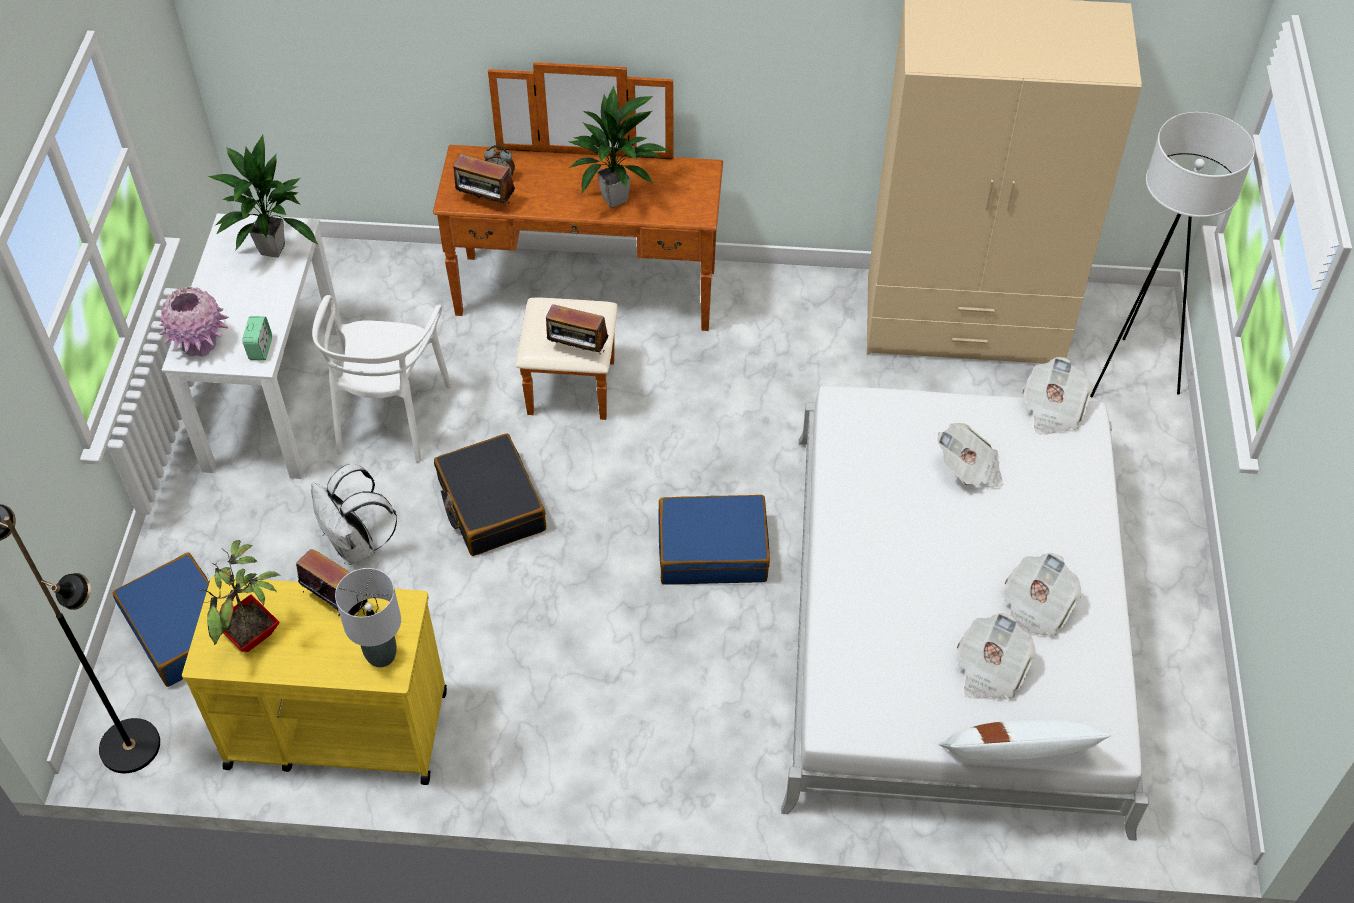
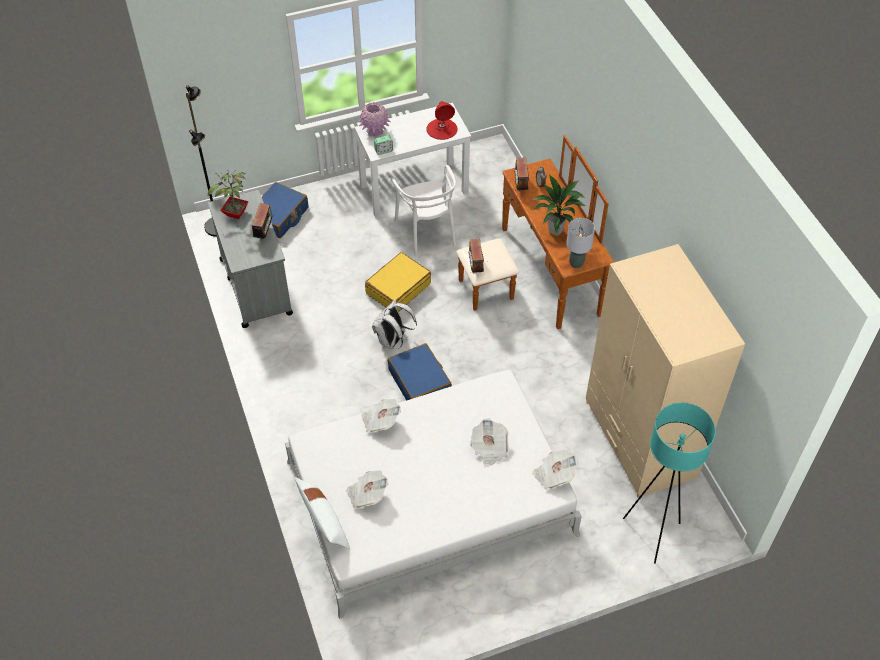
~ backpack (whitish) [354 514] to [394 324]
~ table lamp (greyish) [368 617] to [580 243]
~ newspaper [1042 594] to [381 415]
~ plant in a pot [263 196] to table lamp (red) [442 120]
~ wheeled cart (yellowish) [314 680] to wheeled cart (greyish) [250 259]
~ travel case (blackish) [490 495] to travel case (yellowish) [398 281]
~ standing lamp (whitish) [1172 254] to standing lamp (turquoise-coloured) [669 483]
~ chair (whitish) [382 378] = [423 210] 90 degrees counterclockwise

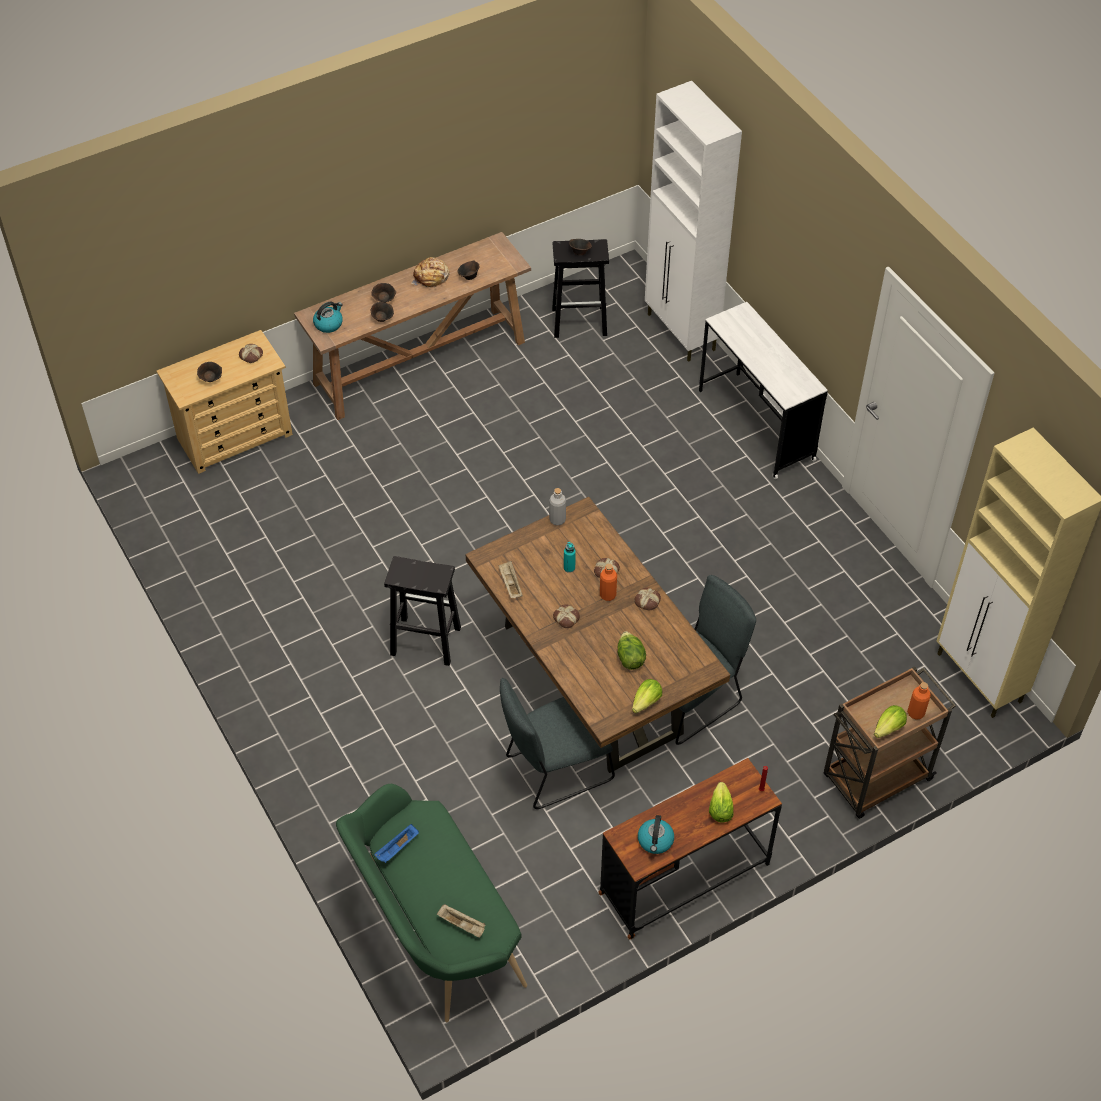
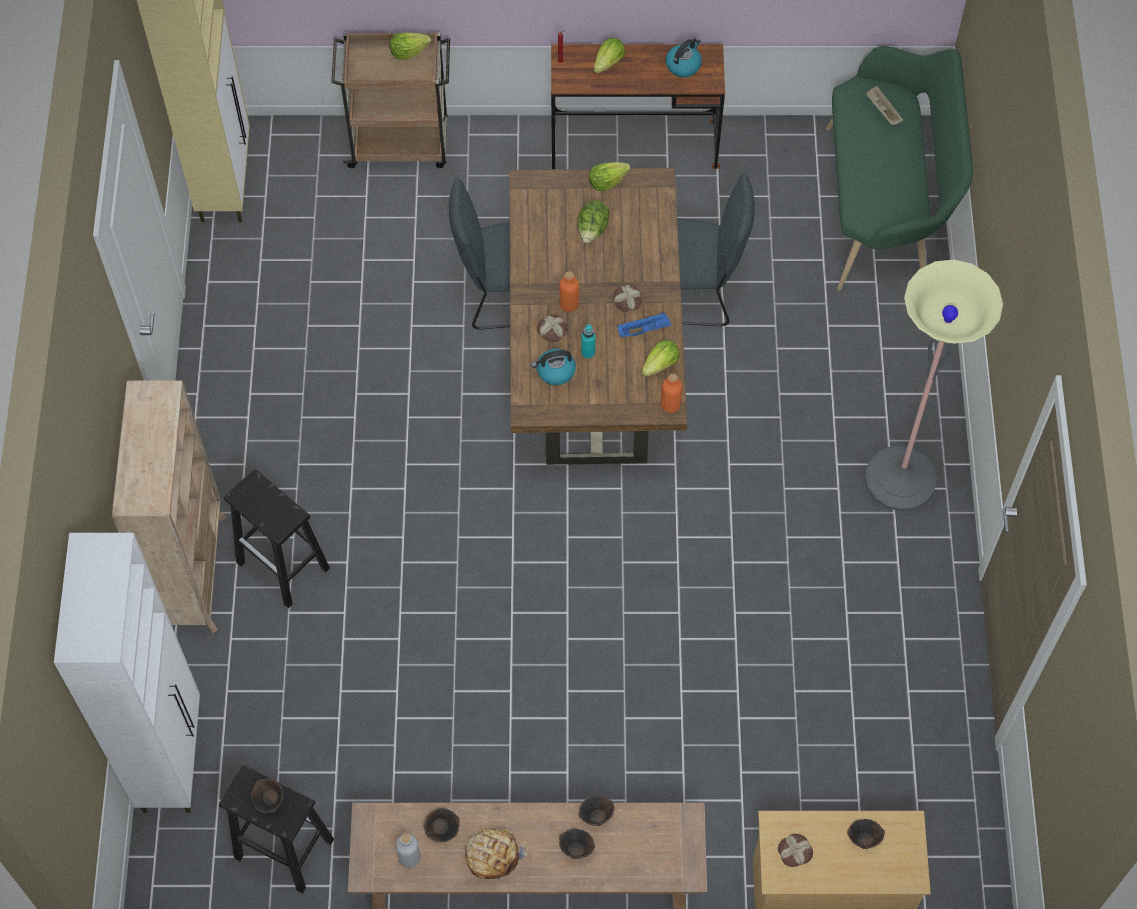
- baked bread [647 599]
+ standing lamp [934 385]
~ water kettle [328 317] to [553 367]
~ serving tray (blue-coloured) [396 843] to [644 324]
~ sitting stool (blackish) [422 611] to [277 538]
~ beverage bottle (greyish) [557 507] to [408 851]
~ beverage bottle (orange) [919 701] to [672 393]
~ serving tray (beige-coloured) [511 579] to head of lettuce [661 358]
~ desk (whitish) [763 390] to bookcase (beige-coloured) [169 506]

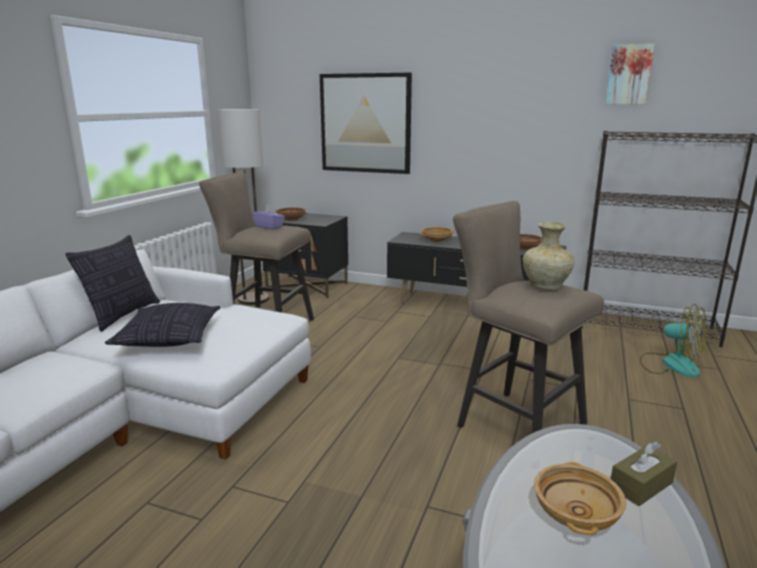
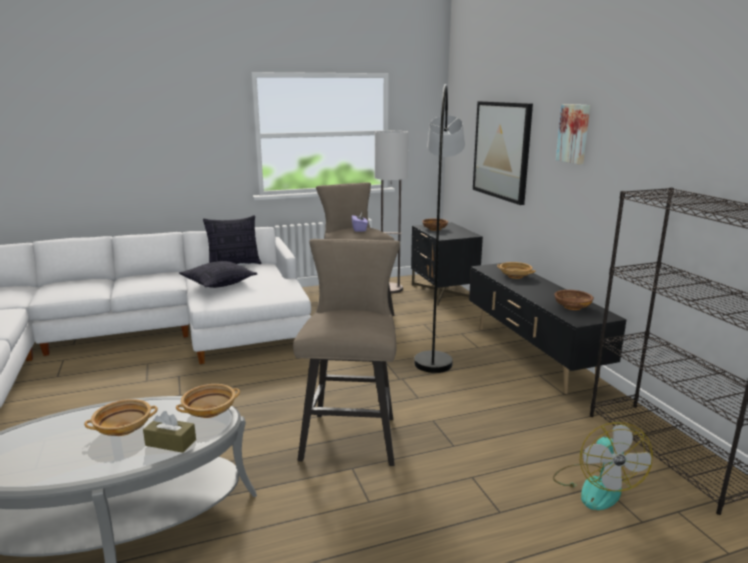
- vase (beige-coloured) [549 256]
+ serving bowl (beige-coloured) [208 401]
+ standing lamp (greyish) [439 228]
~ wall art [630 74] to [573 134]

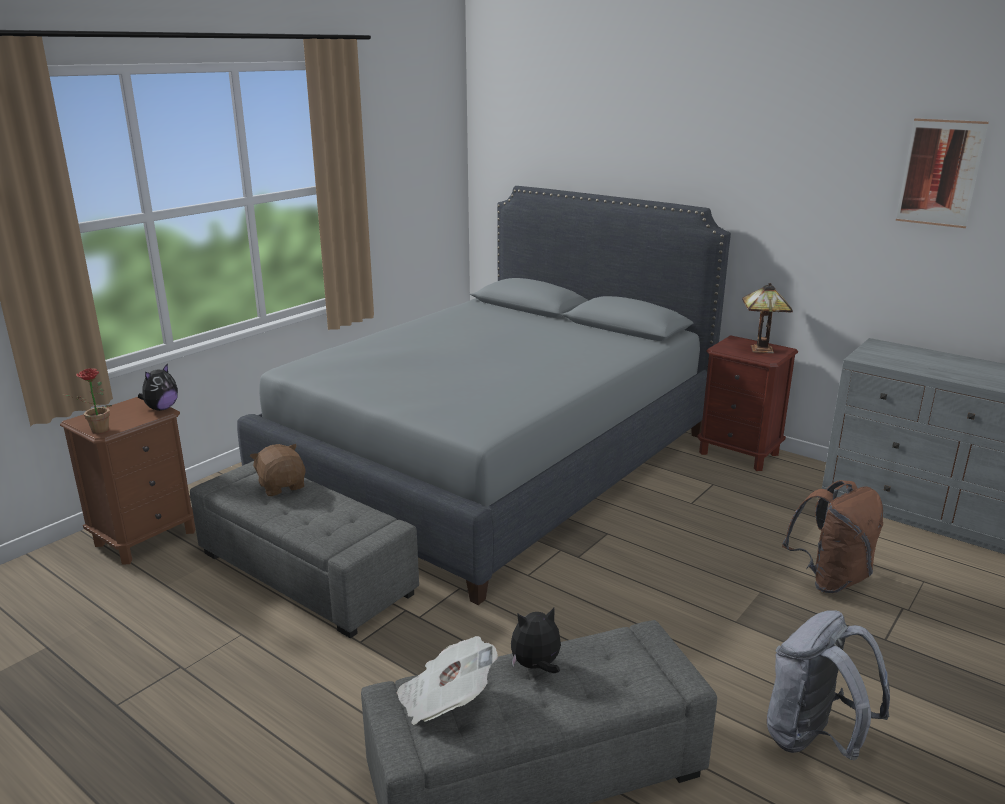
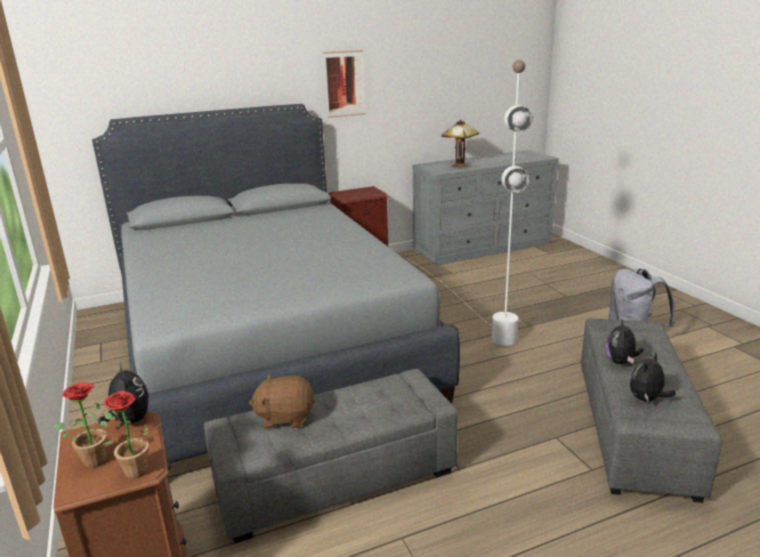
- backpack (brown-coloured) [832 536]
+ plant in a pot [83 425]
+ standing lamp (whitish) [470 203]
~ table lamp [767 318] to [460 143]
~ wall art [942 173] to [344 84]
~ newspaper [447 680] to plush toy [653 376]

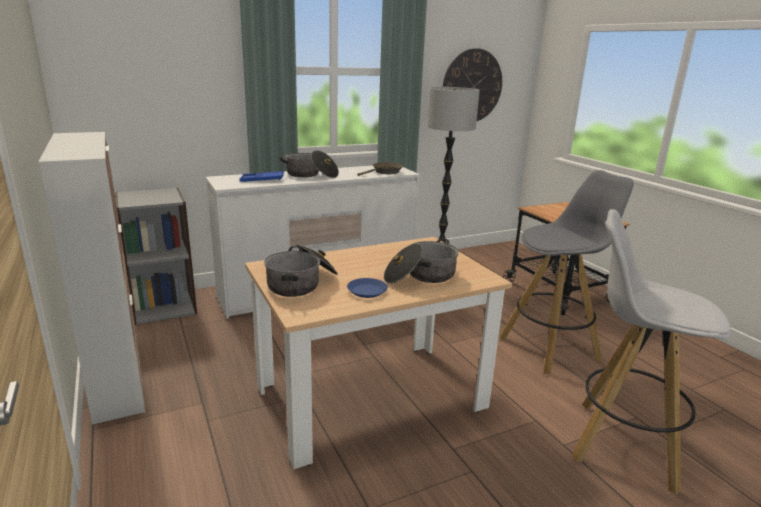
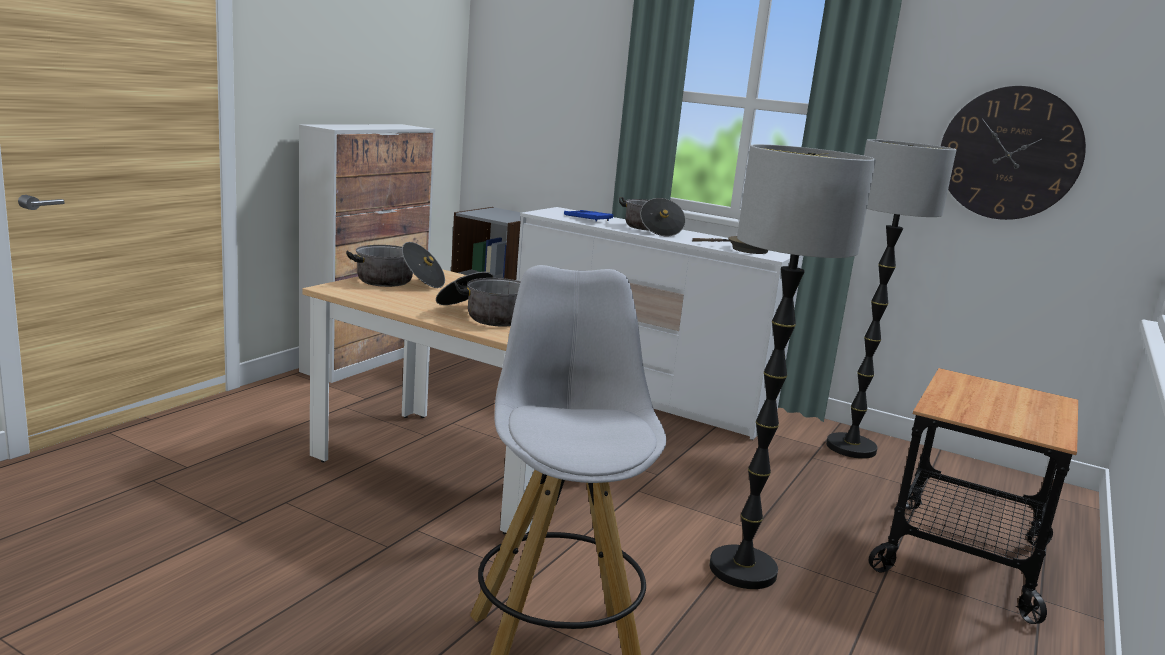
- flat dish (blue-coloured) [367 288]
~ sitting stool (greyish) [567 272] to standing lamp [792 366]

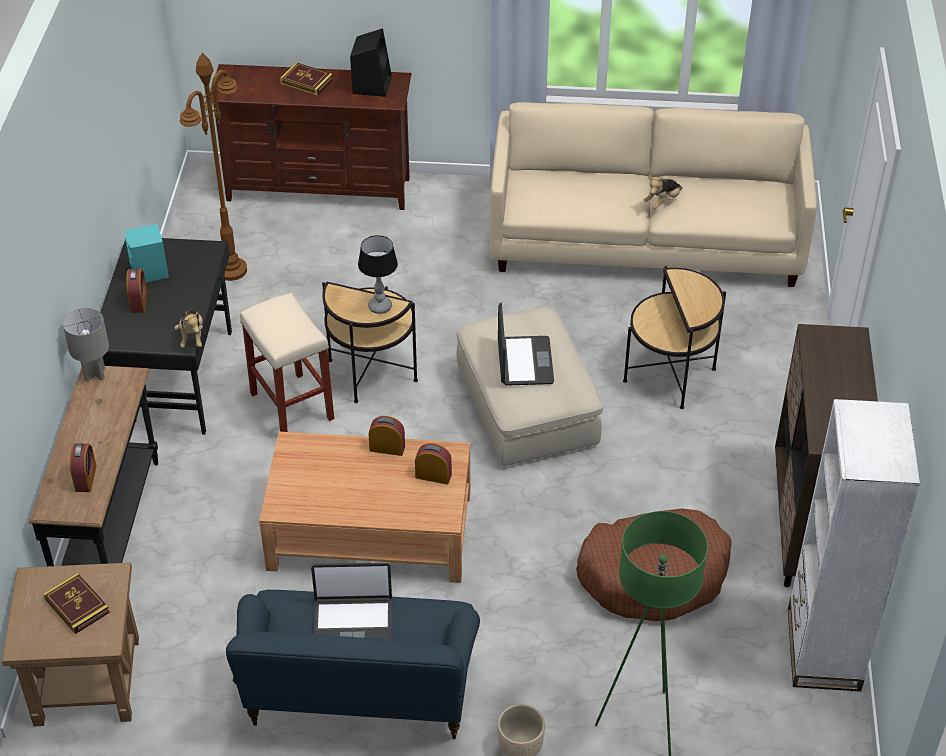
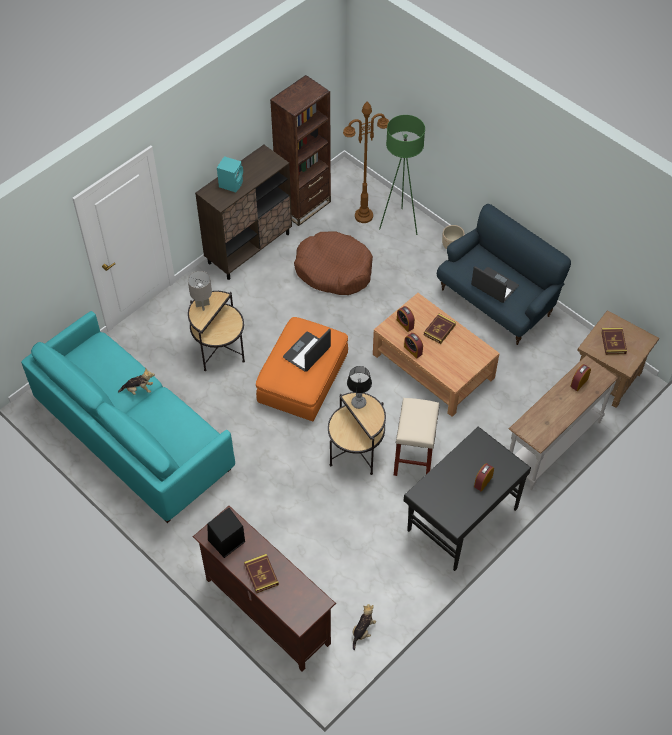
+ bound book [439 329]
~ table lamp (greyish) [86 345] to [200 291]
~ loudspeaker (turquoise-coloured) [147 253] to [230 174]
~ plush toy [188 329] to [364 627]
~ standing lamp (brown-coloured) [213 167] to [366 162]
~ console table (blackish) [93 466] to console table (whitish) [563 422]
~ pouffe (beige-coloured) [530 386] to pouffe (orange) [302 369]
~ settee (beige-coloured) [653 194] to settee (turquoise-coloured) [128 417]
~ bookcase (whitish) [854 545] to bookcase (brown-coloured) [300 150]

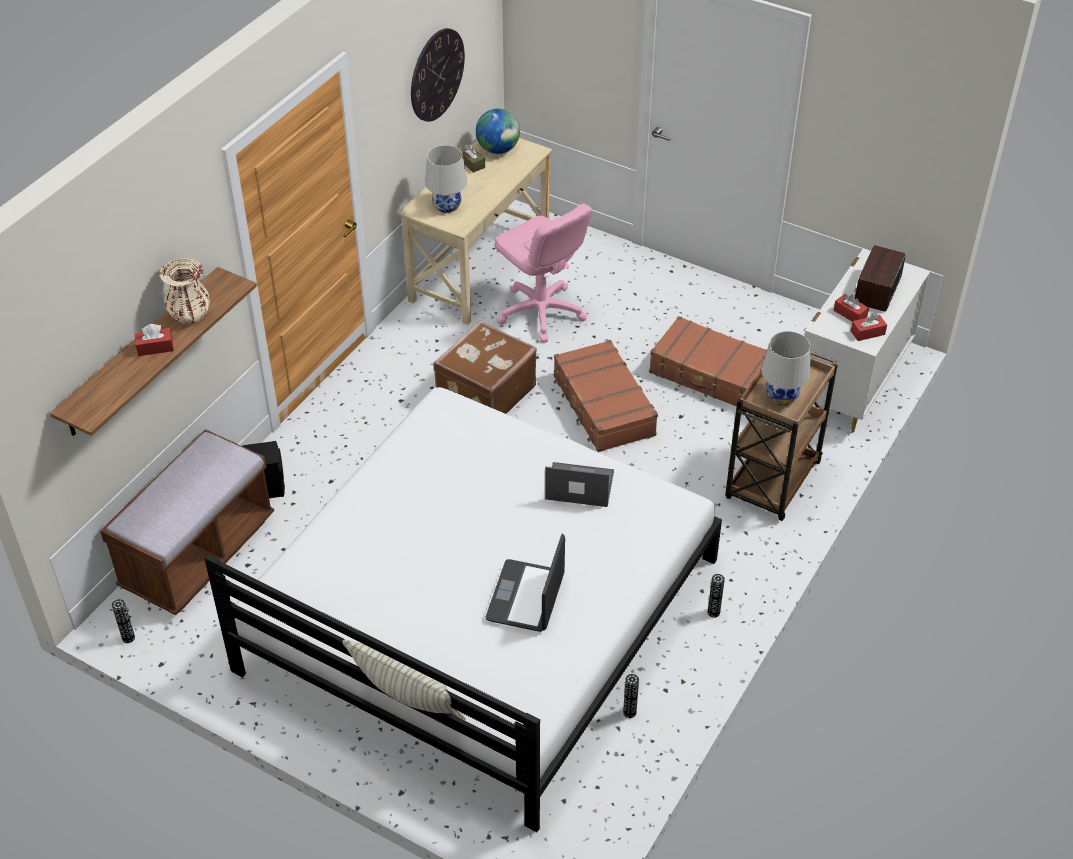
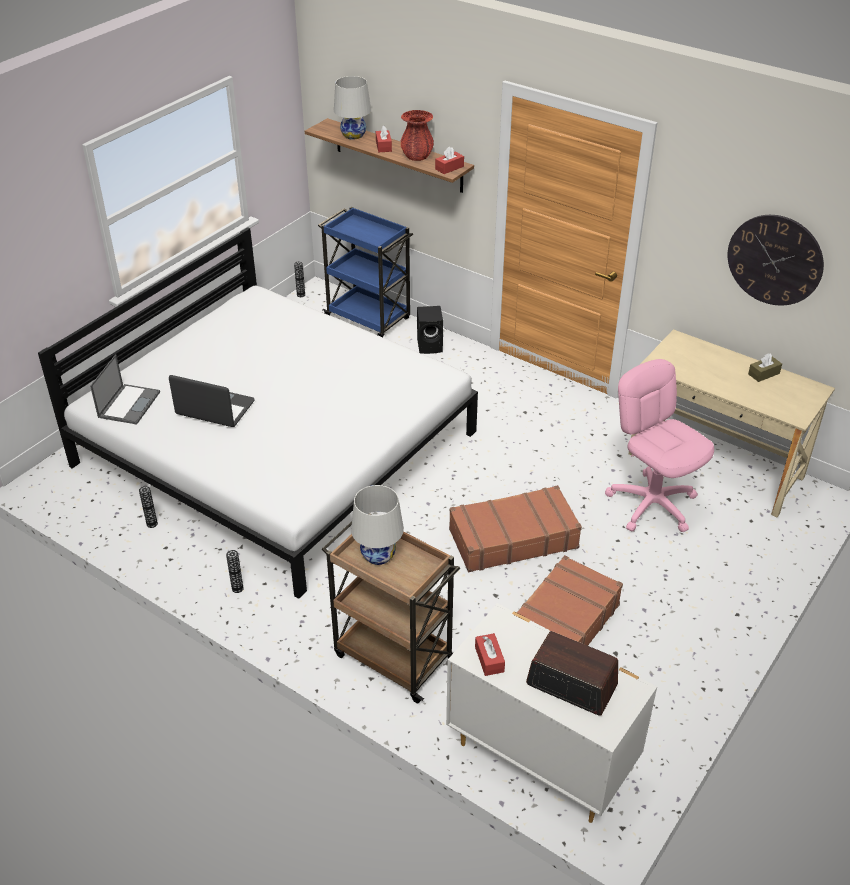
- throw pillow [404 679]
- travel case (brown-coloured) [485 367]
- world globe [498 131]
~ table lamp (whitish) [446 179] to [352 108]
~ laptop [579 484] to [125 389]
~ box of tissues (red) [851 307] to [449 160]
~ indoor bench (brown-coloured) [187 522] to wheeled cart (blue-coloured) [365 272]
~ vase (beige-coloured) [184 291] to vase (red) [417 135]
~ office chair (pinkish) [543 272] = [659 445] 90 degrees clockwise

